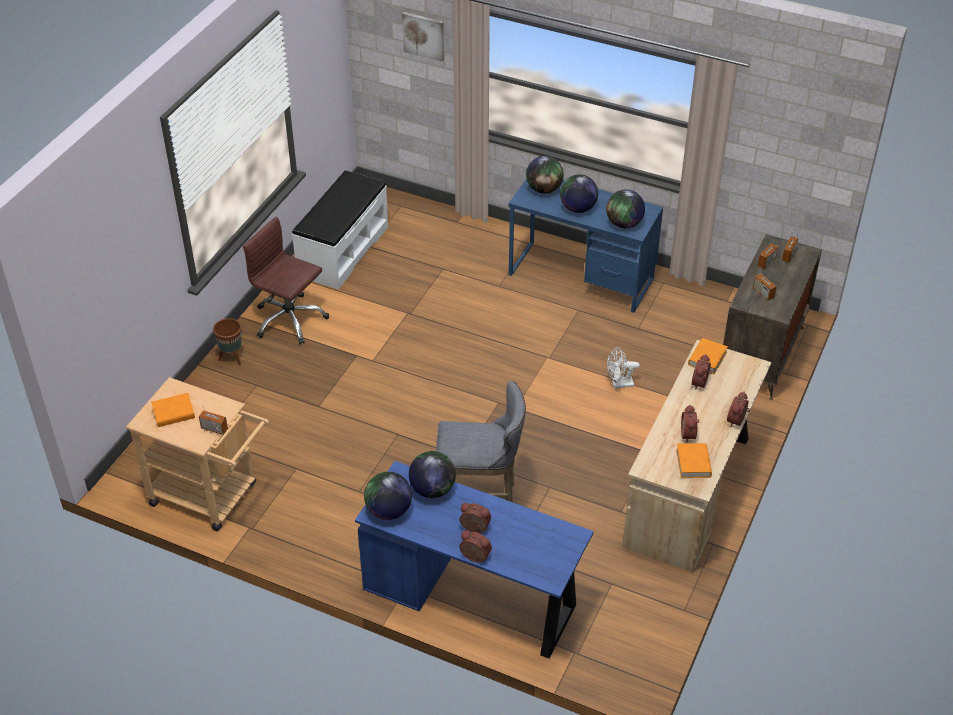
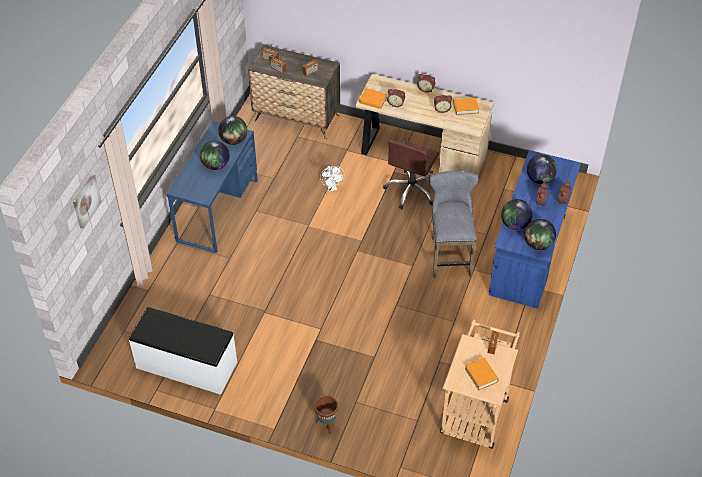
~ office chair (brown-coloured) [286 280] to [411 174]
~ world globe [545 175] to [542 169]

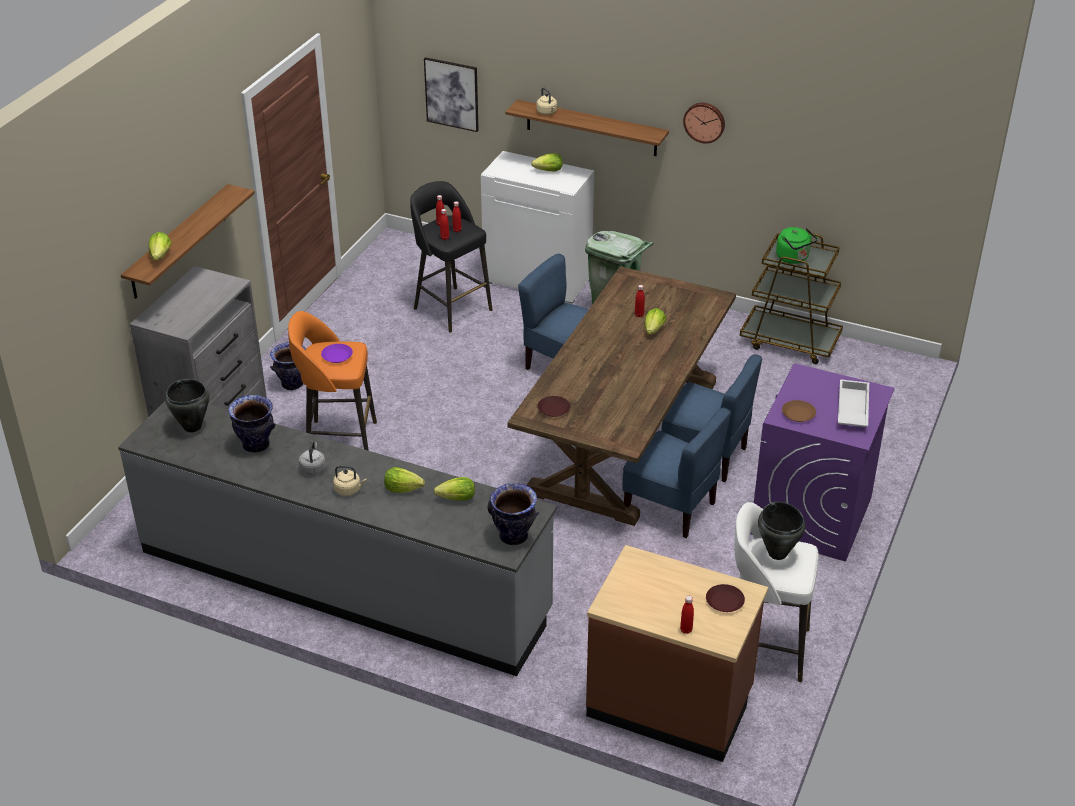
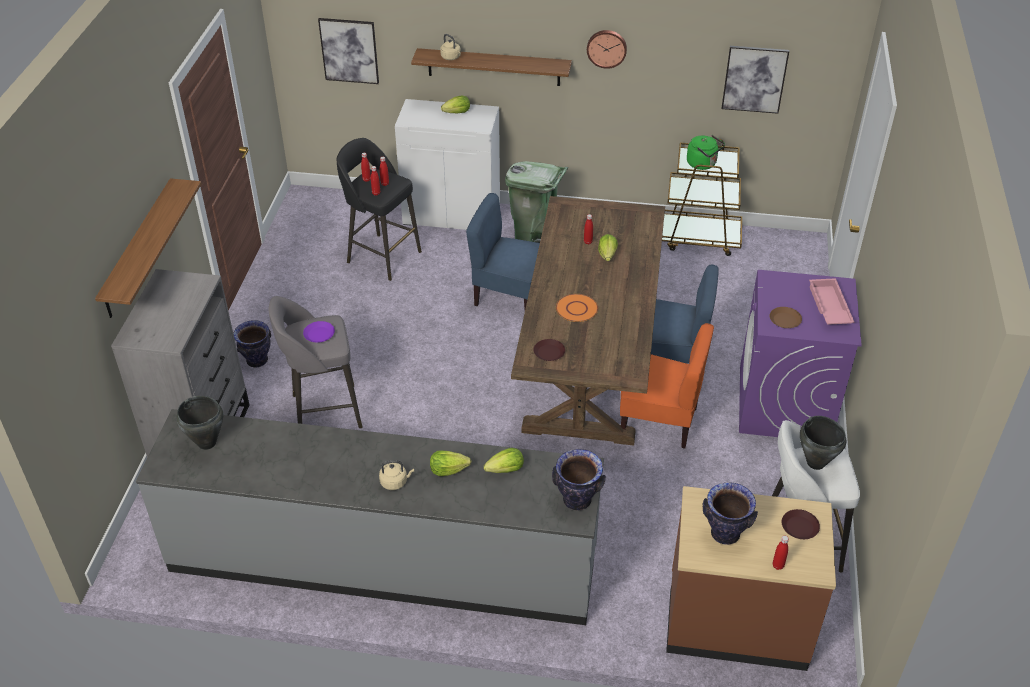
- head of lettuce [160 246]
- water kettle (greyish) [312 458]
+ flat dish (orange) [577 308]
+ wall art [755 80]
~ vase [251 424] to [730 514]
~ sitting stool (orange) [332 381] to sitting stool (greyish) [315 362]
~ chair (blue-coloured) [676 473] to chair (orange) [667 385]
~ serving tray (whitish) [853 403] to serving tray (pinkish) [831 301]

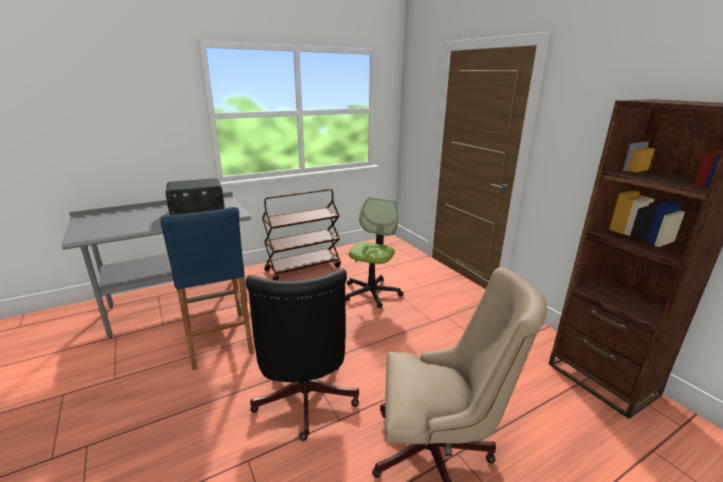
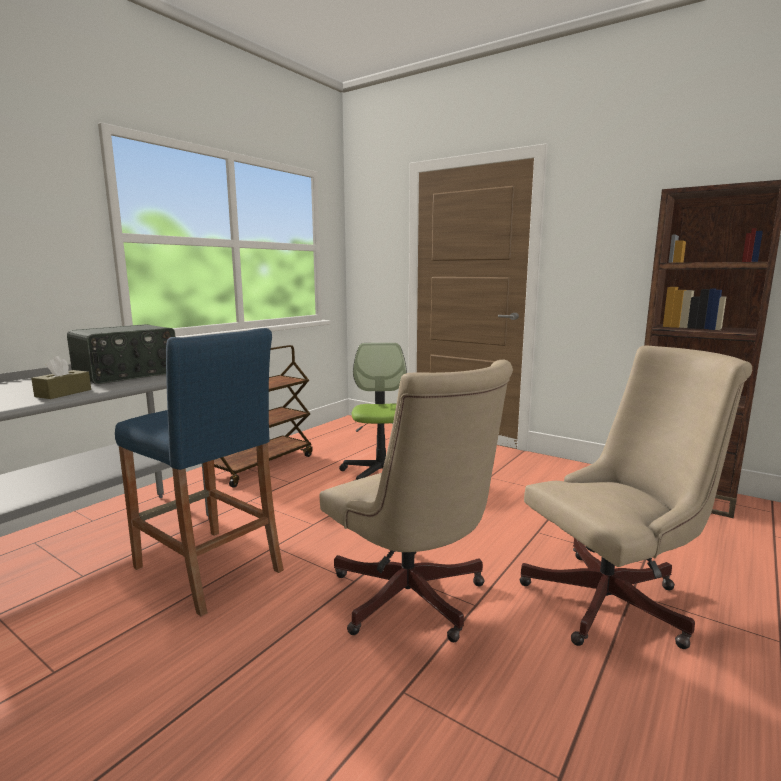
+ box of tissues (brown-coloured) [61 377]
~ office chair (blackish) [302 354] to office chair (beige-coloured) [416 501]

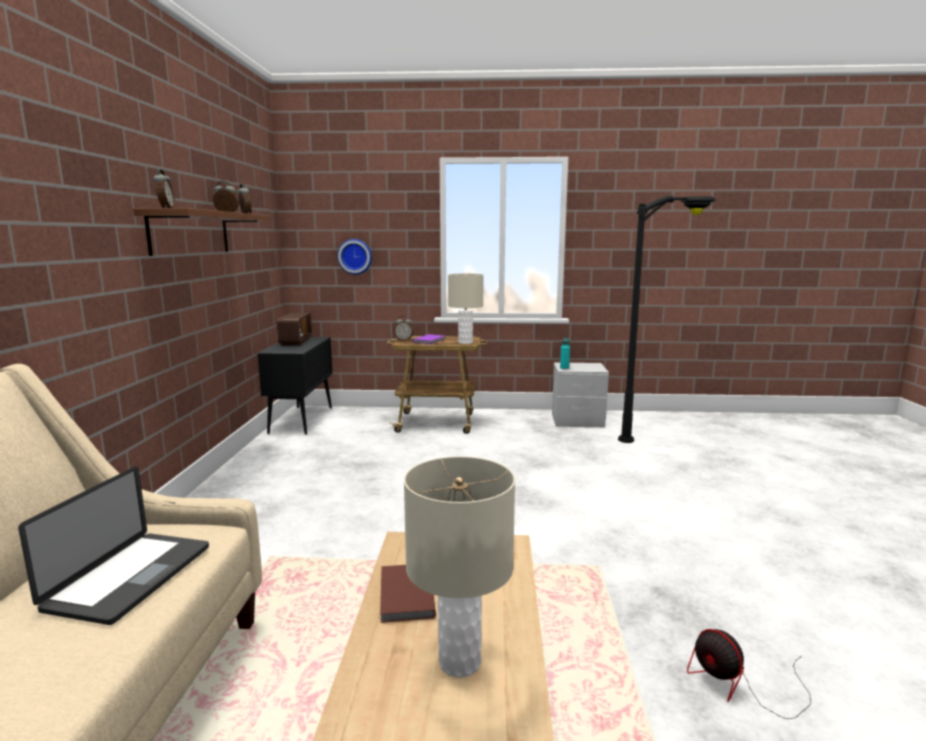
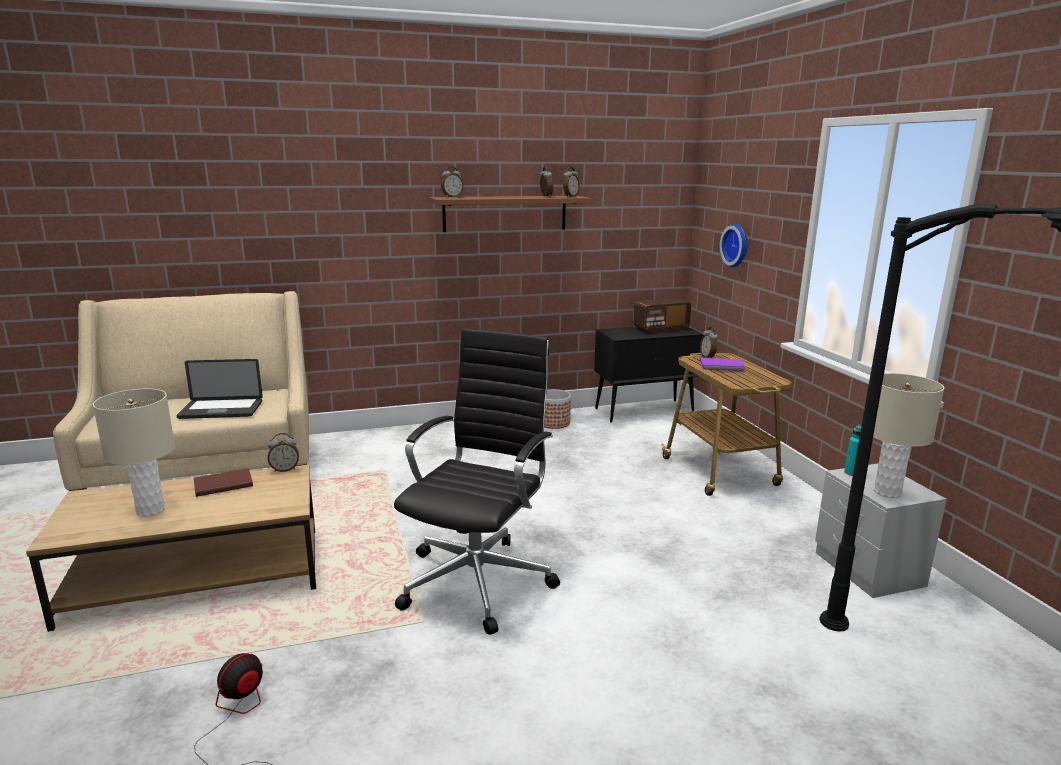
+ bedside clock [283 452]
+ office chair (blackish) [477 481]
+ planter [557 409]
~ table lamp (beige-coloured) [466 308] to [908 435]

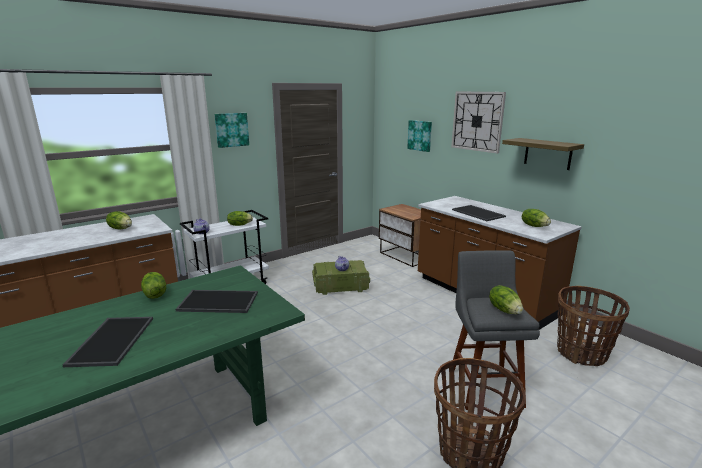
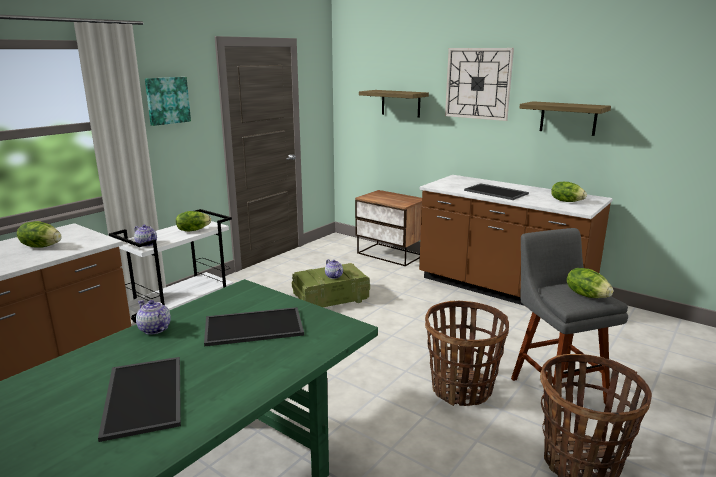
~ storage basket [593 326] to [467 353]
~ head of lettuce [153 285] to tea pot [153 317]
~ wall art [419 136] to bracket shelf [394 104]

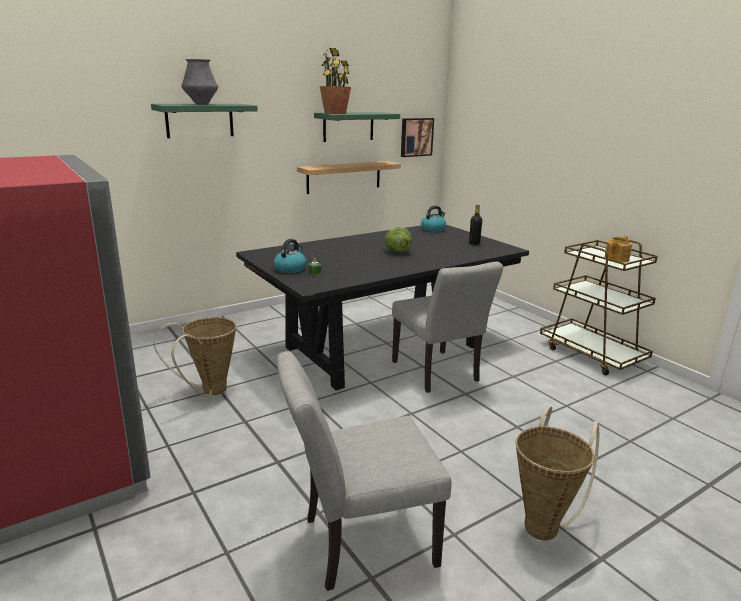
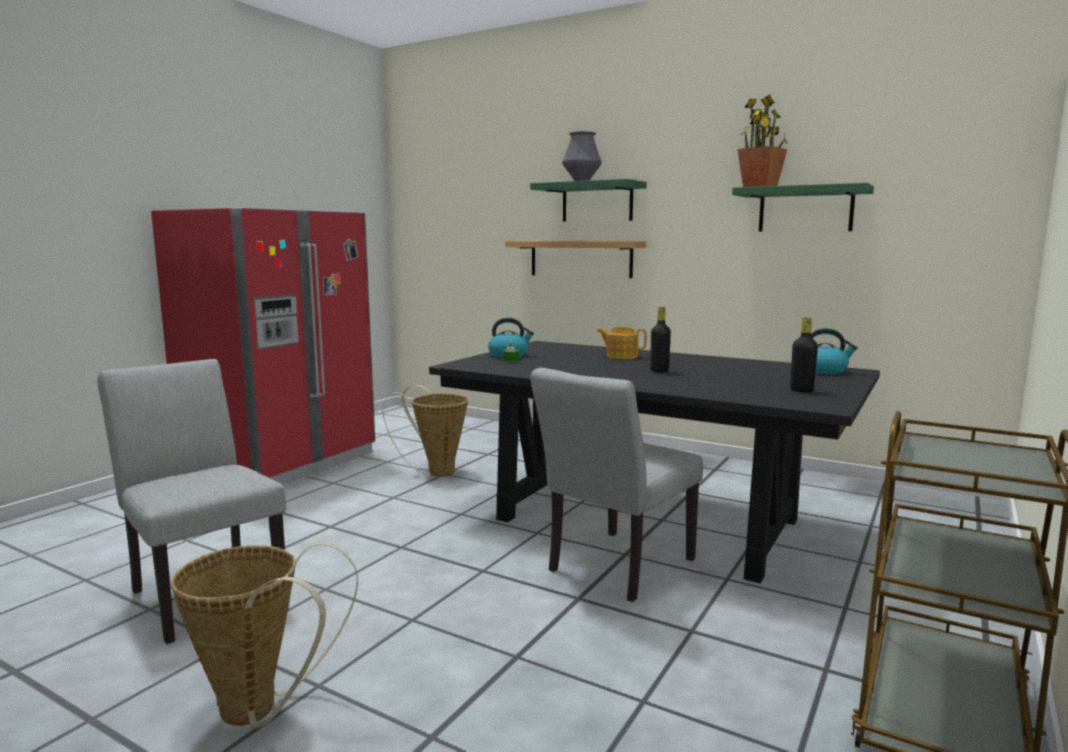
- wall art [417 137]
~ bracket shelf [349 177] to [575 259]
~ tea pot [618 249] to [622 343]
~ head of lettuce [398 240] to beverage bottle (blackish) [660 339]

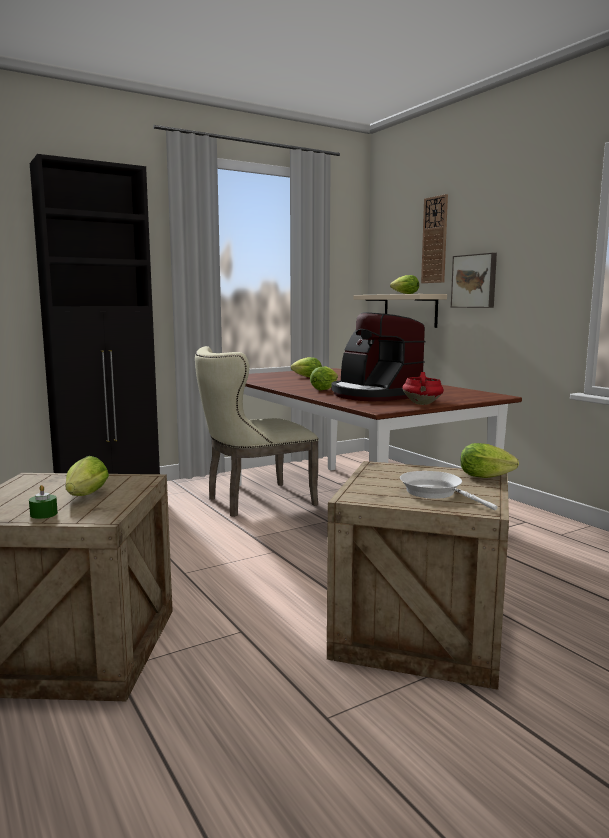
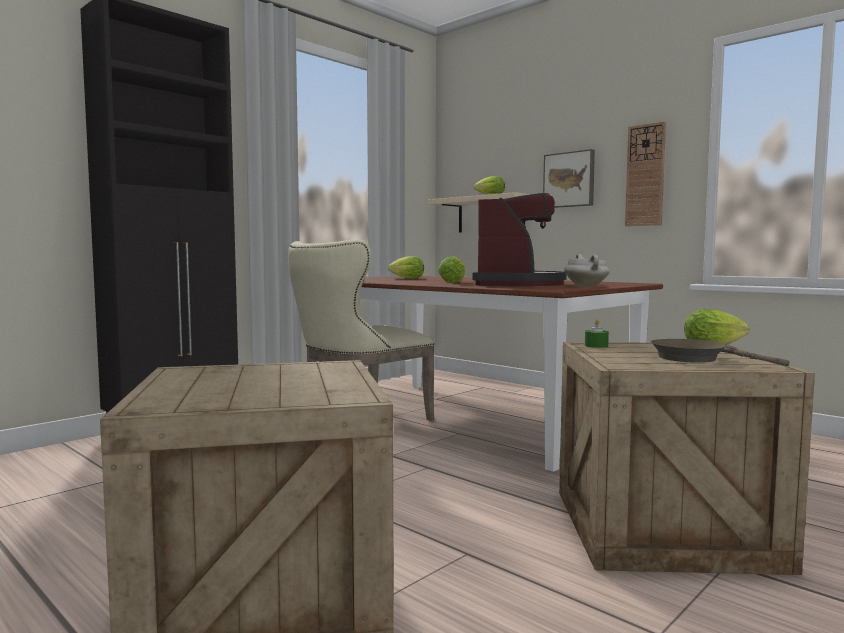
- head of lettuce [87 476]
~ wax candle (green) [43 502] to [597 333]
~ clock on the wall [434 238] to [645 173]
~ pan (whitish) [449 490] to pan (brown-coloured) [720 352]
~ saucepot (red) [423 388] to saucepot (whitish) [587 270]
~ coffee maker [378 356] = [520 239] 120 degrees counterclockwise

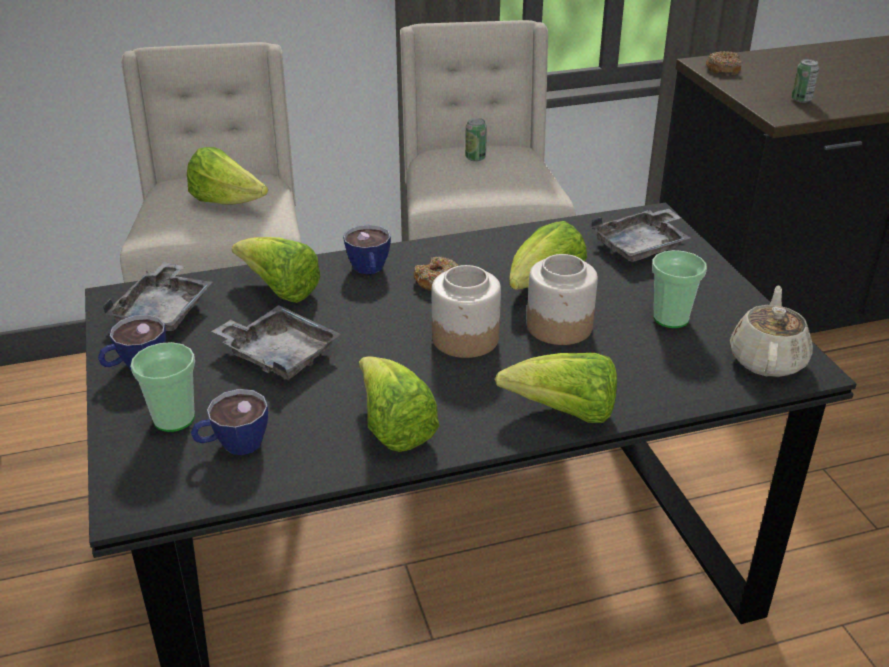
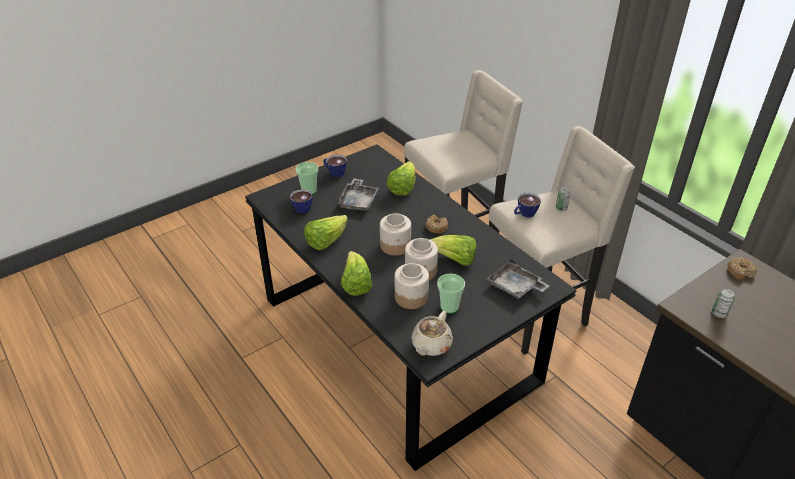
- serving tray (greyish) [157 296]
- head of lettuce [227 176]
+ jar [412 286]
~ drinking cup [367 249] to [527 205]
~ tea pot (beige-coloured) [771 331] = [432 333] 120 degrees clockwise

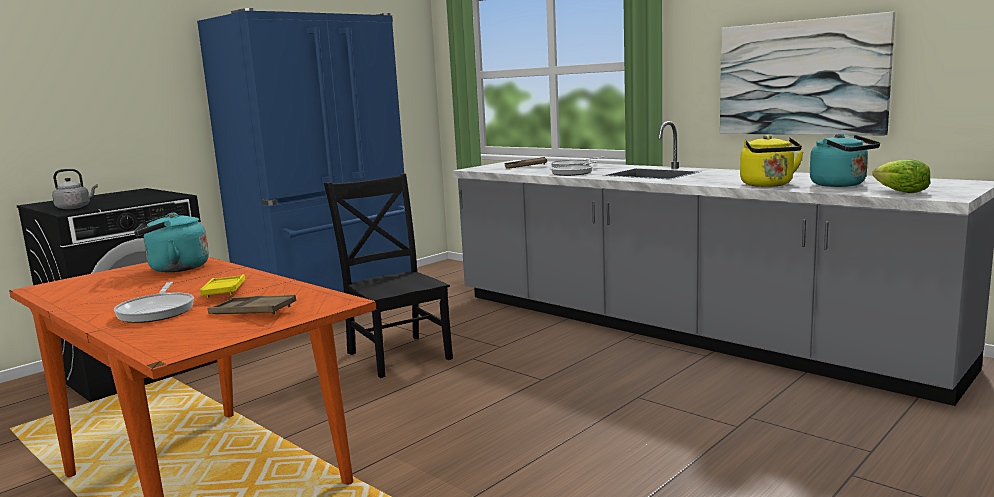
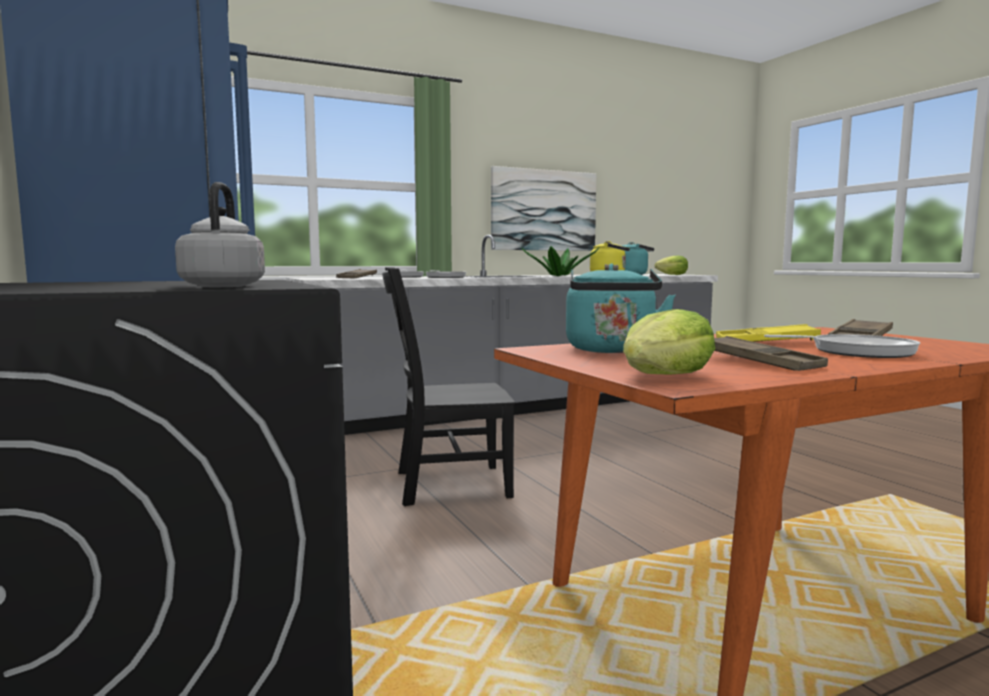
+ plant in a pot [561 261]
+ head of lettuce [669 341]
+ serving tray (brown-coloured) [771 353]

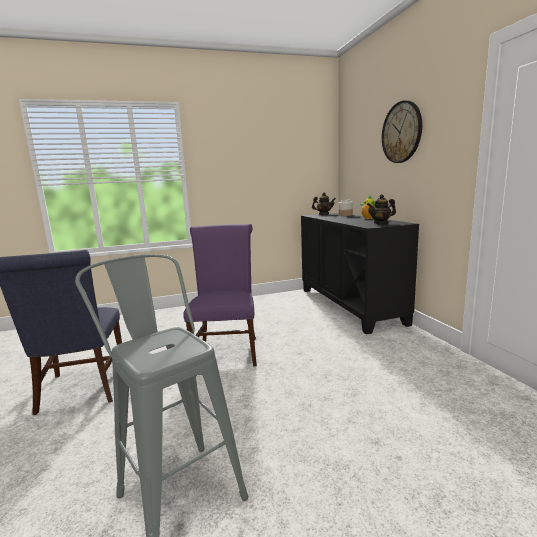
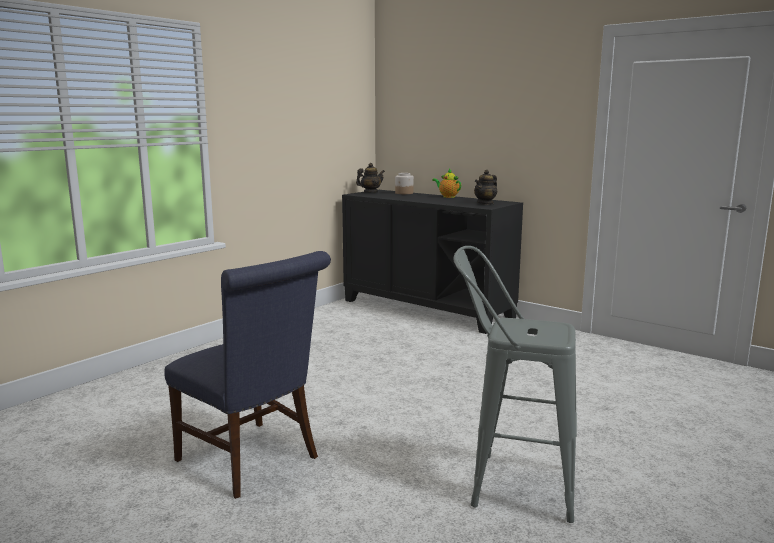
- chair (purple) [220 295]
- clock on the wall [402 131]

